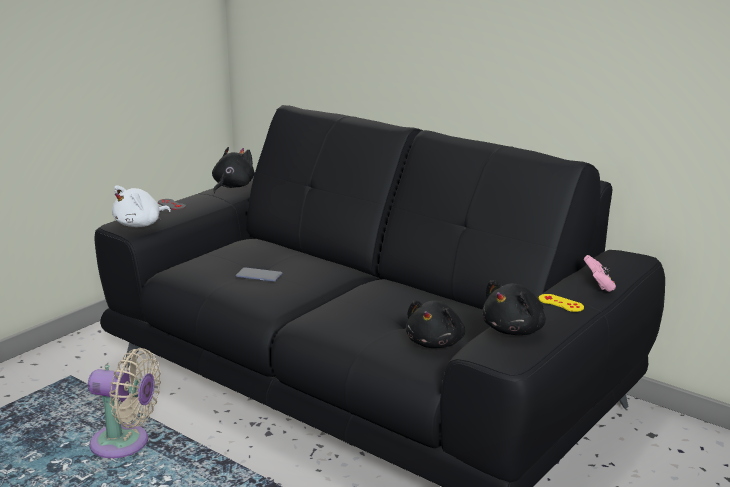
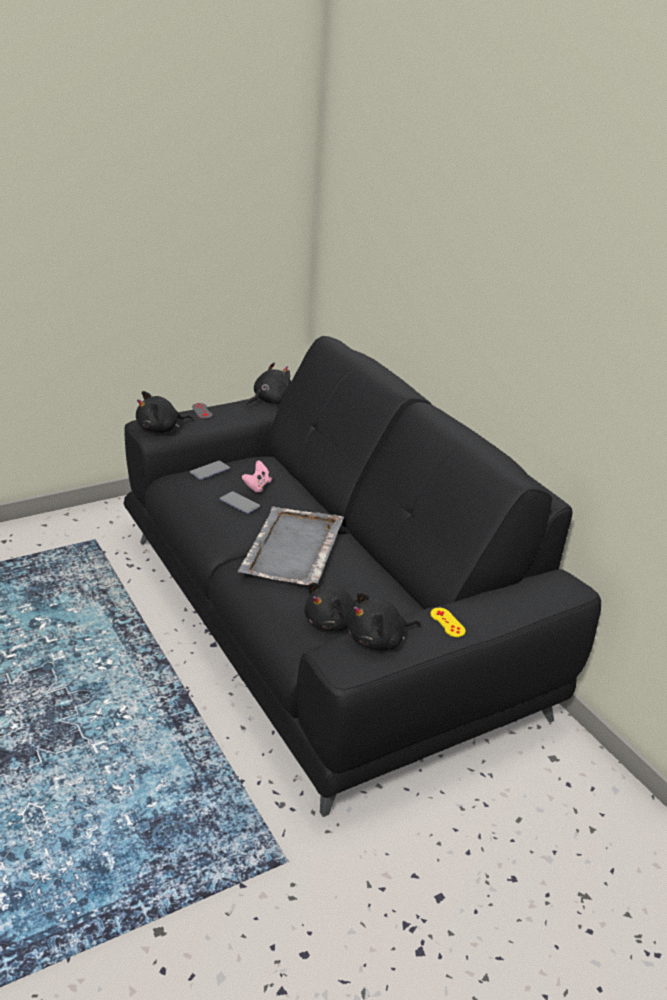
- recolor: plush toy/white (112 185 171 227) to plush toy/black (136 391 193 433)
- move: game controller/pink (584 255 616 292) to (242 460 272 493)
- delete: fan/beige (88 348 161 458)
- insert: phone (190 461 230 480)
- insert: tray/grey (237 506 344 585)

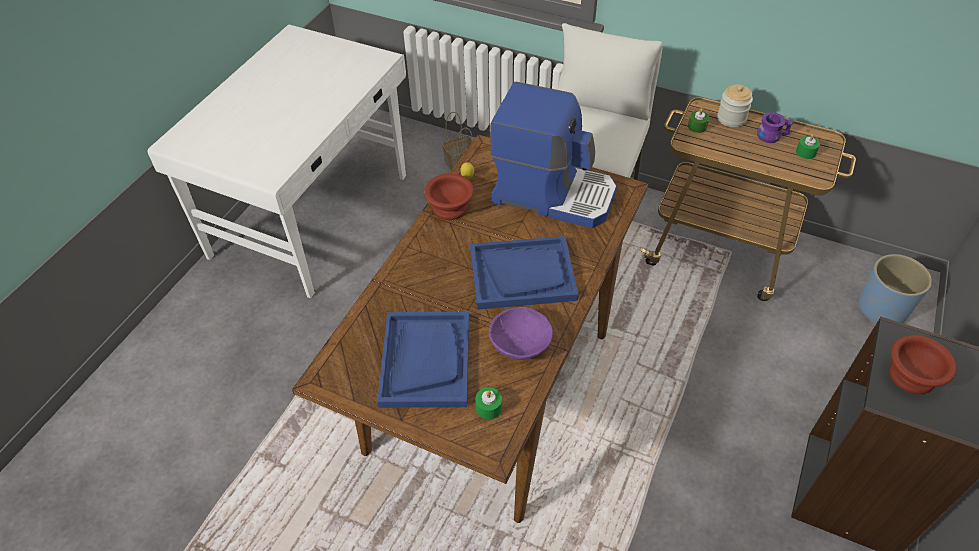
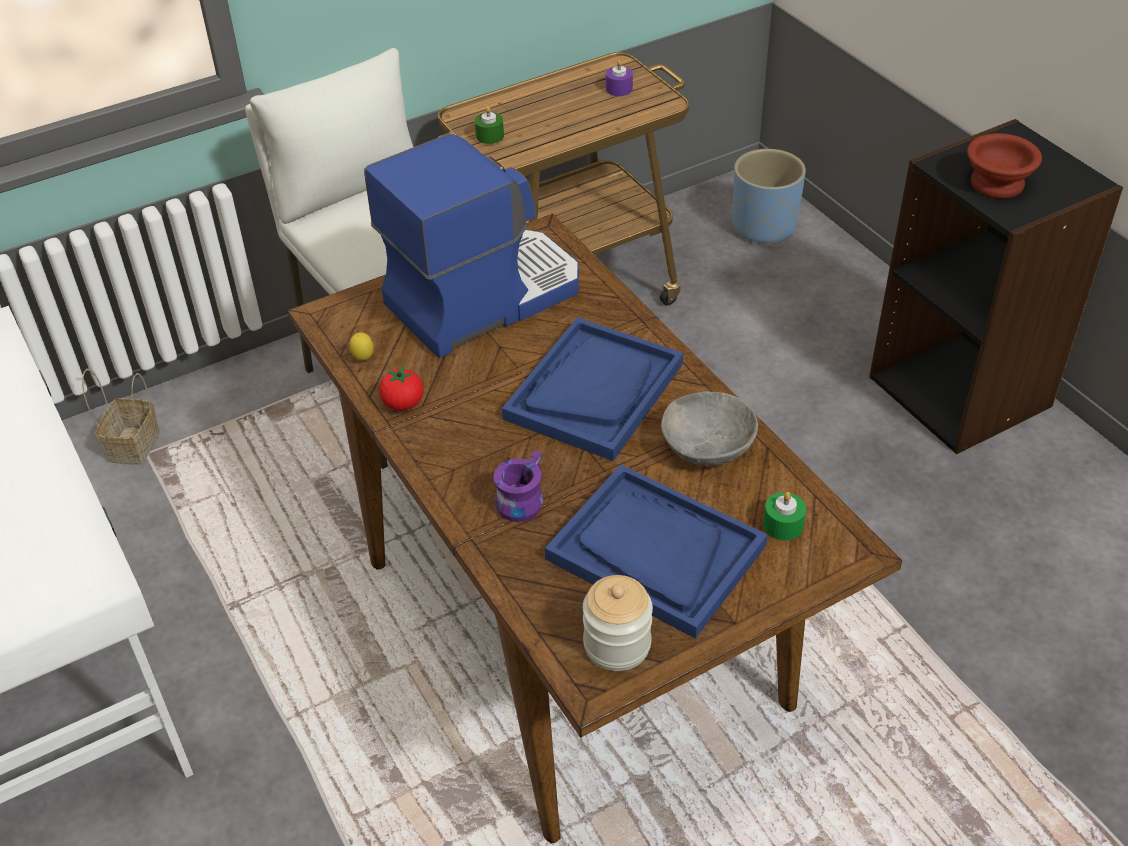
- move: jar (717 84 753 127) to (583 575 653 671)
- move: mug/purple (757 112 794 143) to (493 451 544 522)
- recolor: candle/green (796 134 820 159) to candle/purple (606 60 633 96)
- replace: bowl/brown (424 174 474 220) to tomato (379 365 424 411)
- recolor: bowl/purple (489 307 553 360) to bowl/grey (661 391 758 466)

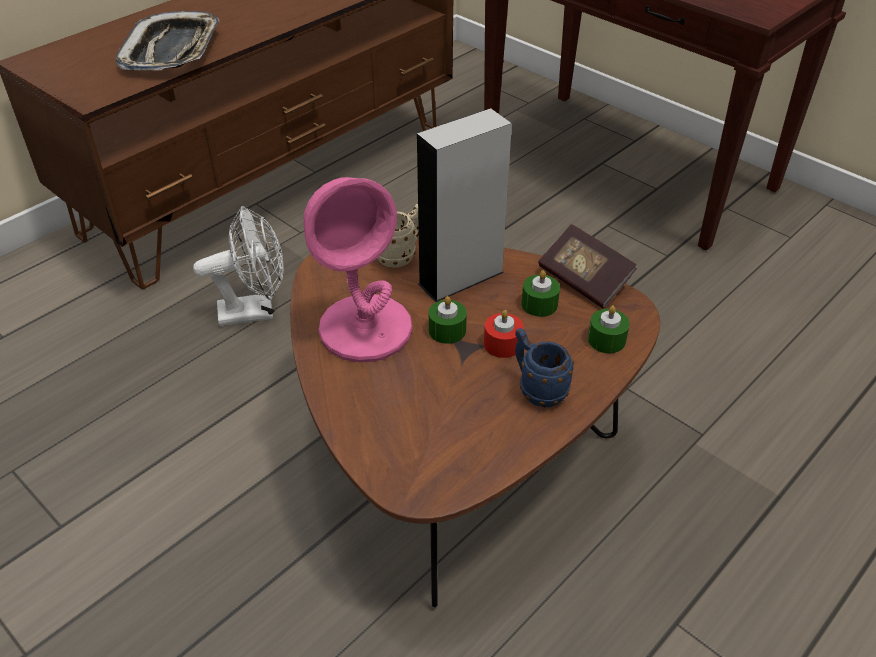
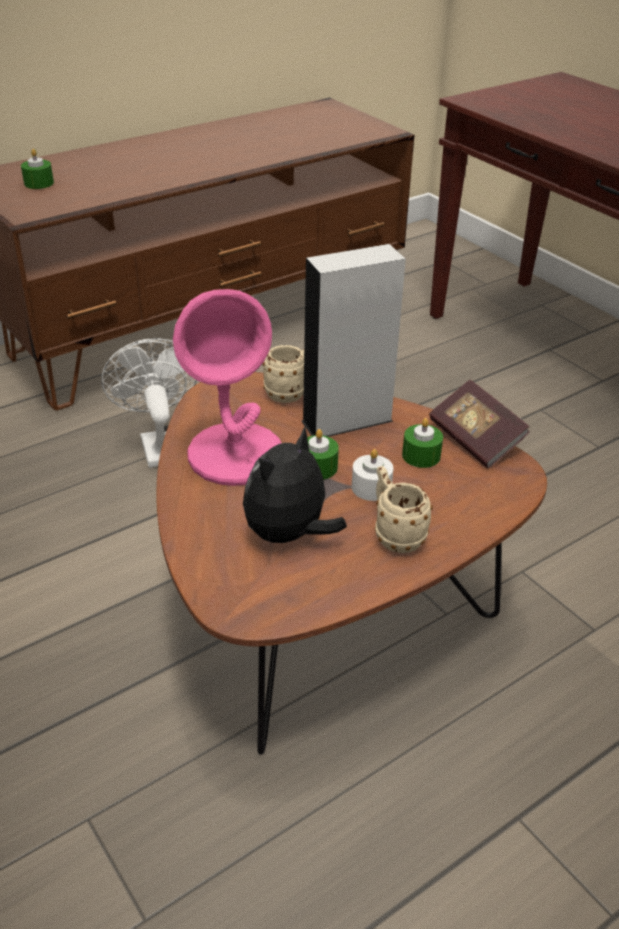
- delete: tray (116 11 220 71)
- rotate: fan/white (193 206 284 326) = (101 338 197 468) 105 degrees counterclockwise
- move: candle/green (588 306 630 353) to (21 149 54 189)
- recolor: candle/red (484 310 524 358) to candle/white (352 449 393 501)
- recolor: mug/blue (515 328 574 407) to mug/beige (375 466 433 553)
- insert: plush toy (243 426 347 549)

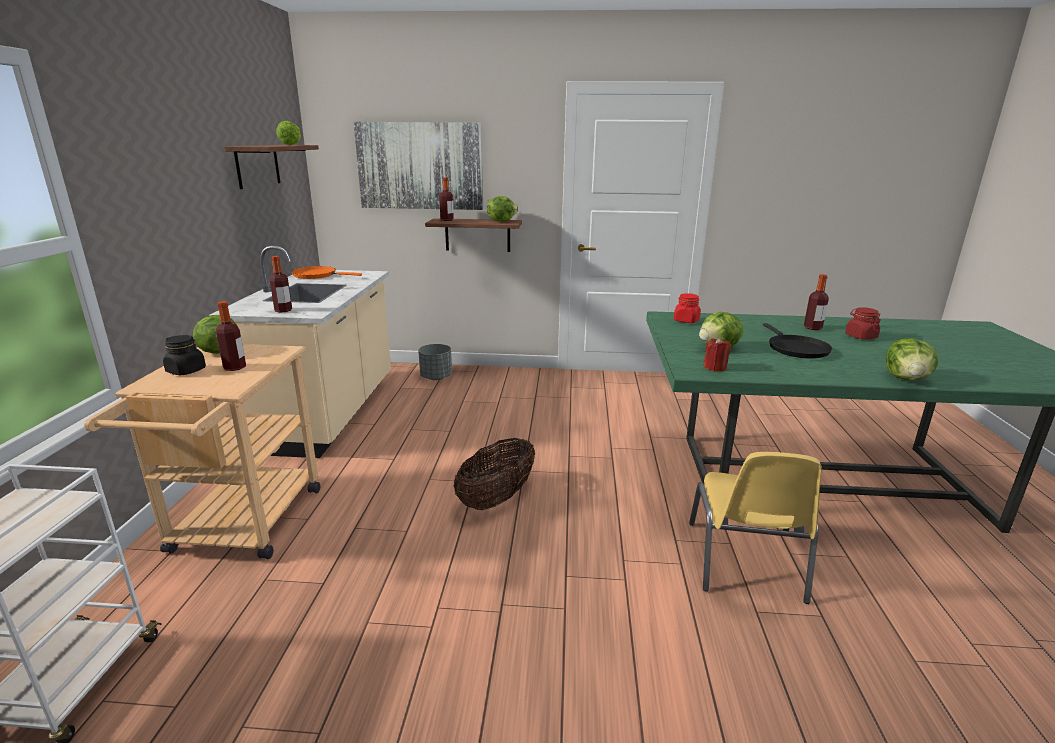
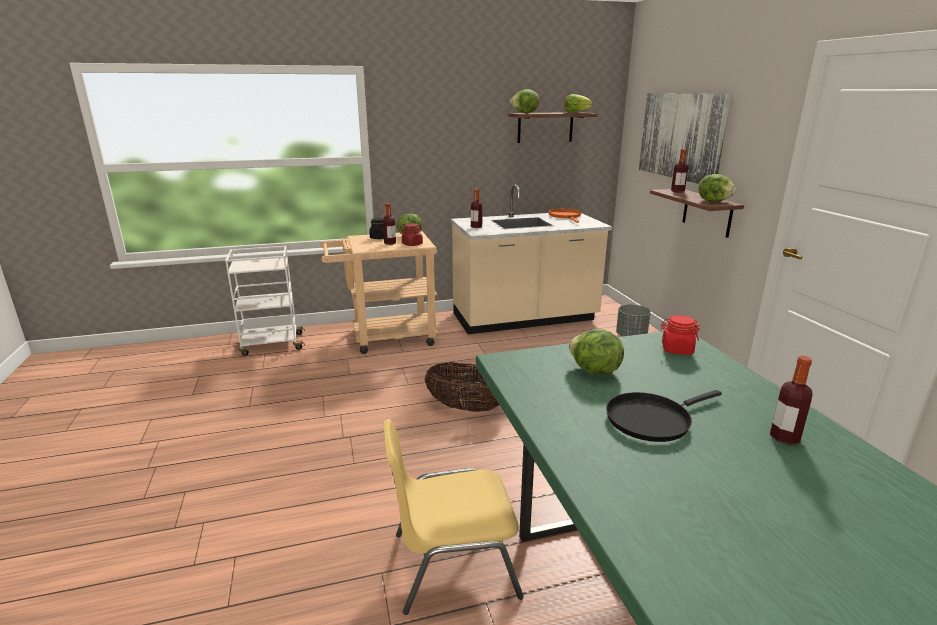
- move: jar/red (845 307 881 340) to (402 223 423 246)
- delete: candle/red (703 337 731 372)
- move: lettuce (886 338 938 380) to (510 89 539 113)

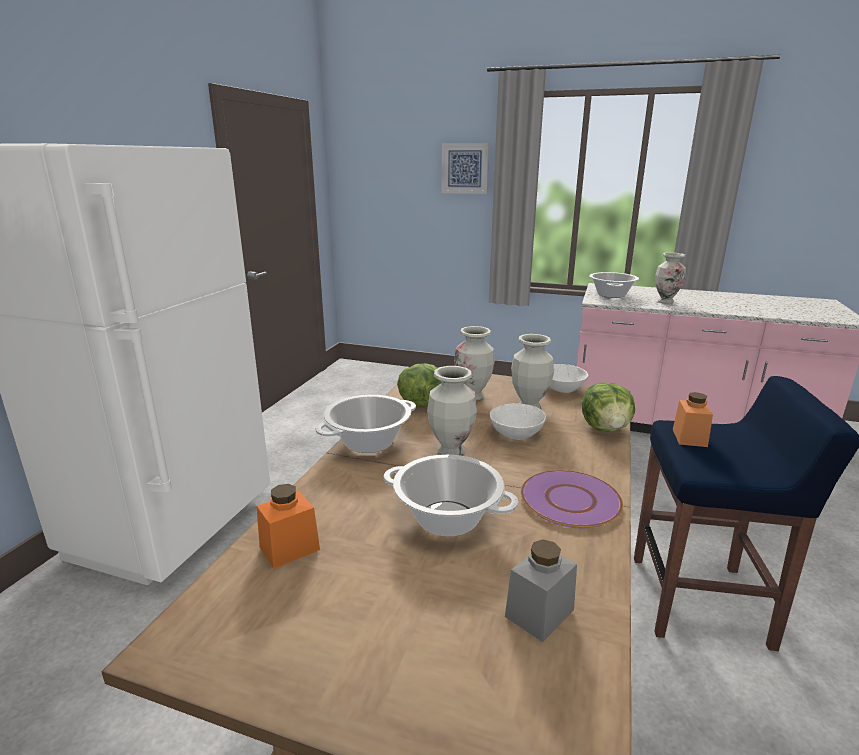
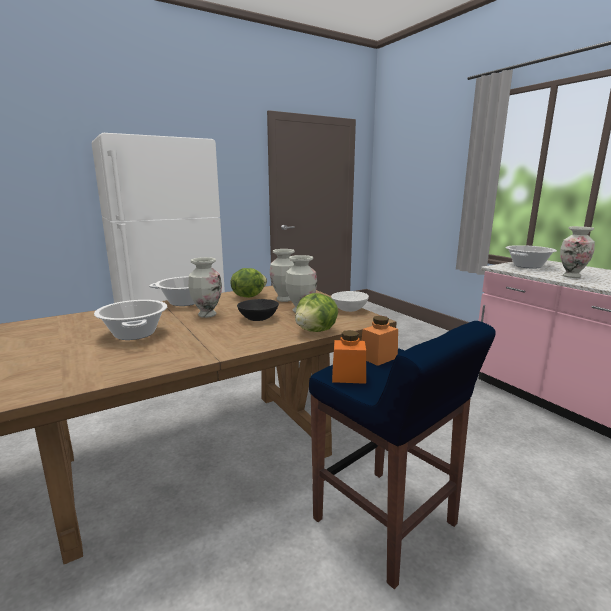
- delete: picture (442 143 489 194)
- recolor: bowl/white (490 403 546 439) to bowl/black (237 299 279 321)
- delete: plate/purple (521 470 623 528)
- move: jar/orange (257 484 320 569) to (332 330 366 384)
- delete: jar/grey (505 539 577 642)

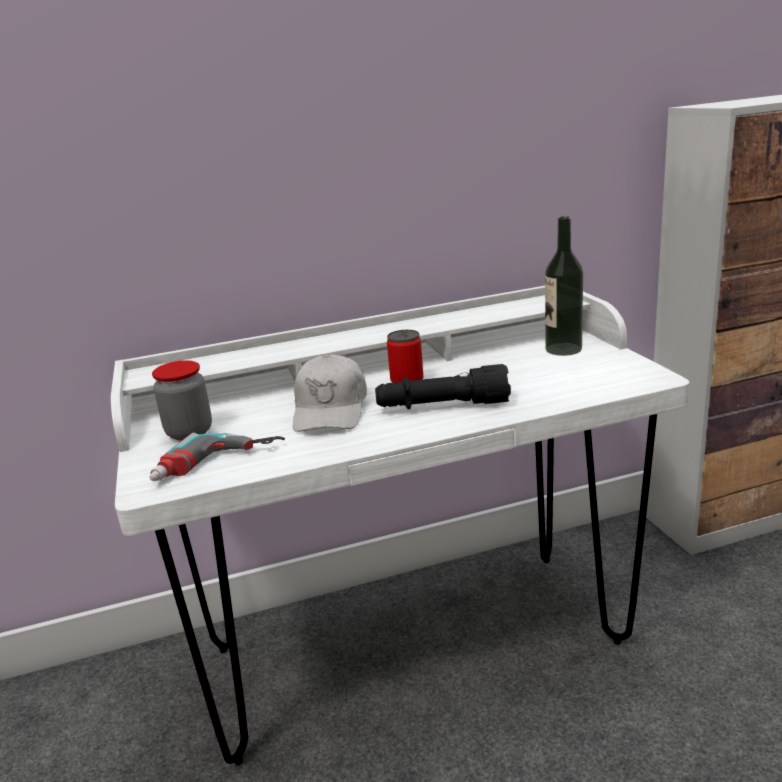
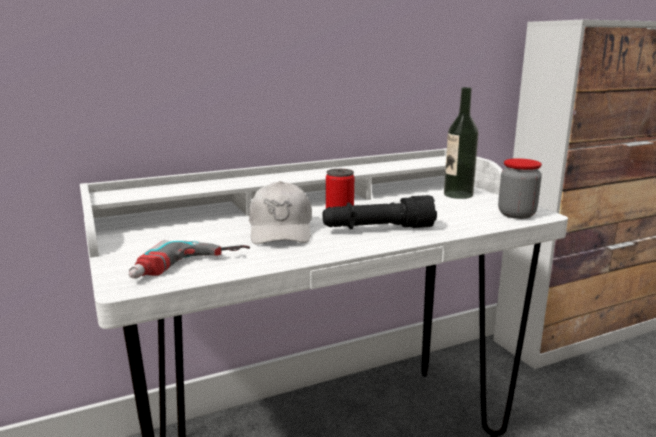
- move: jar (152 360 212 441) to (498 158 542 219)

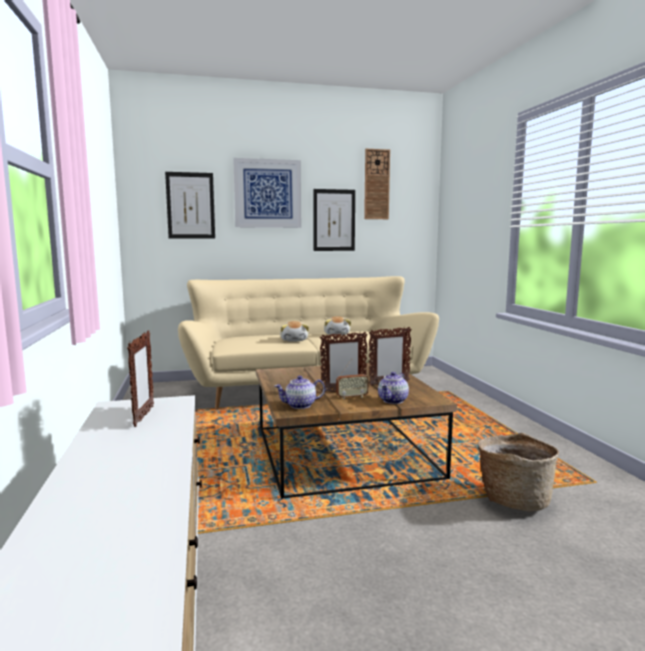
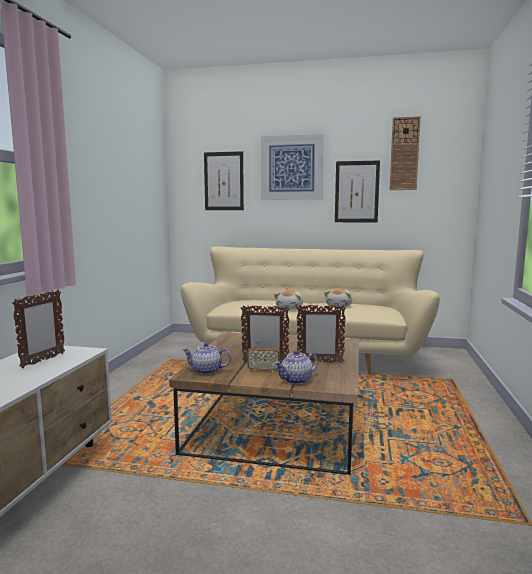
- delete: basket (478 433 559 511)

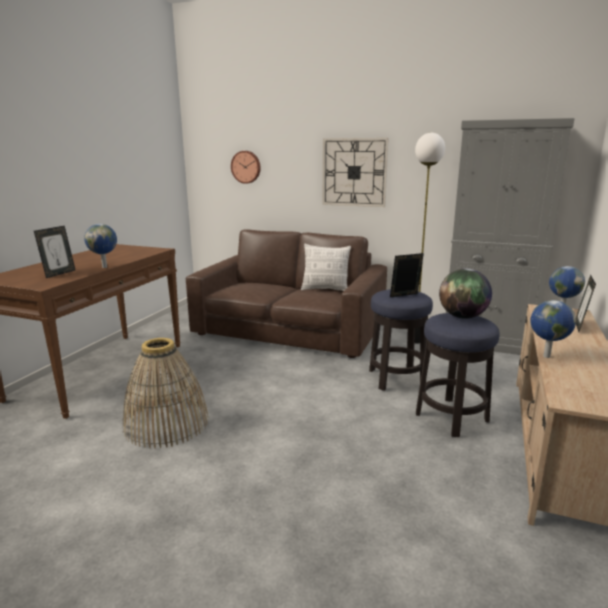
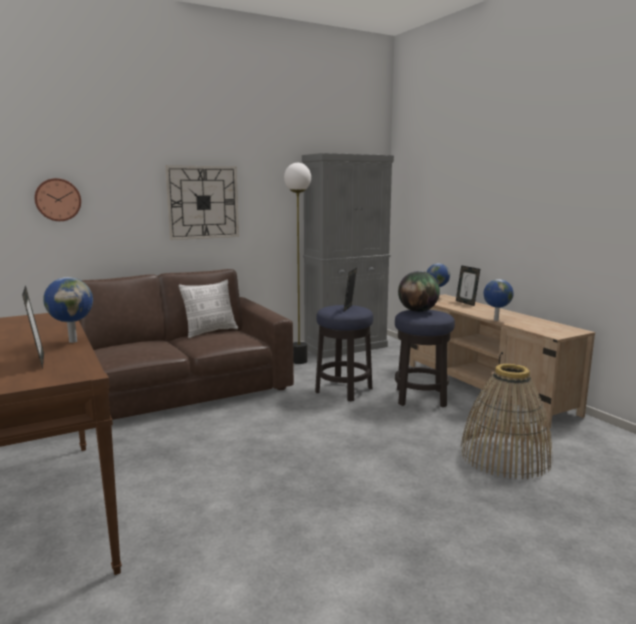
- move: basket (123 338 208 449) to (461 364 552 479)

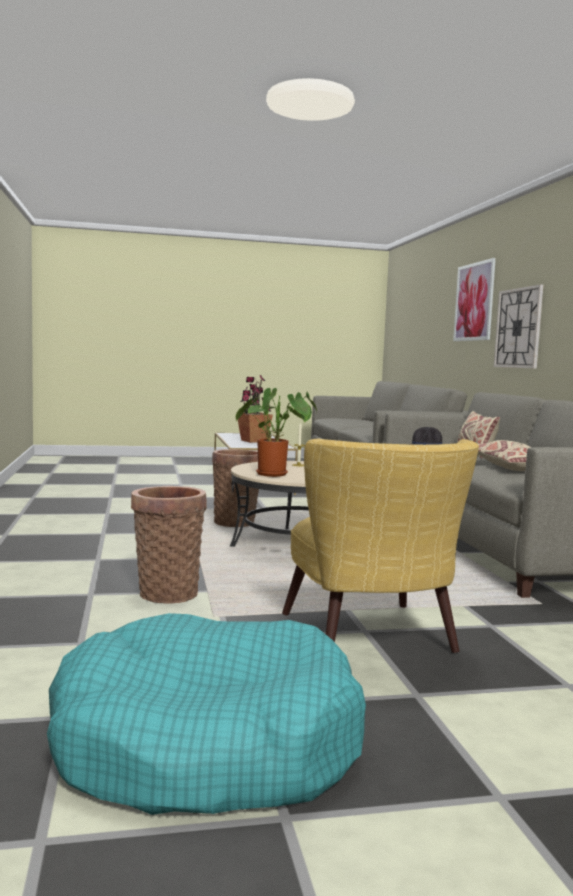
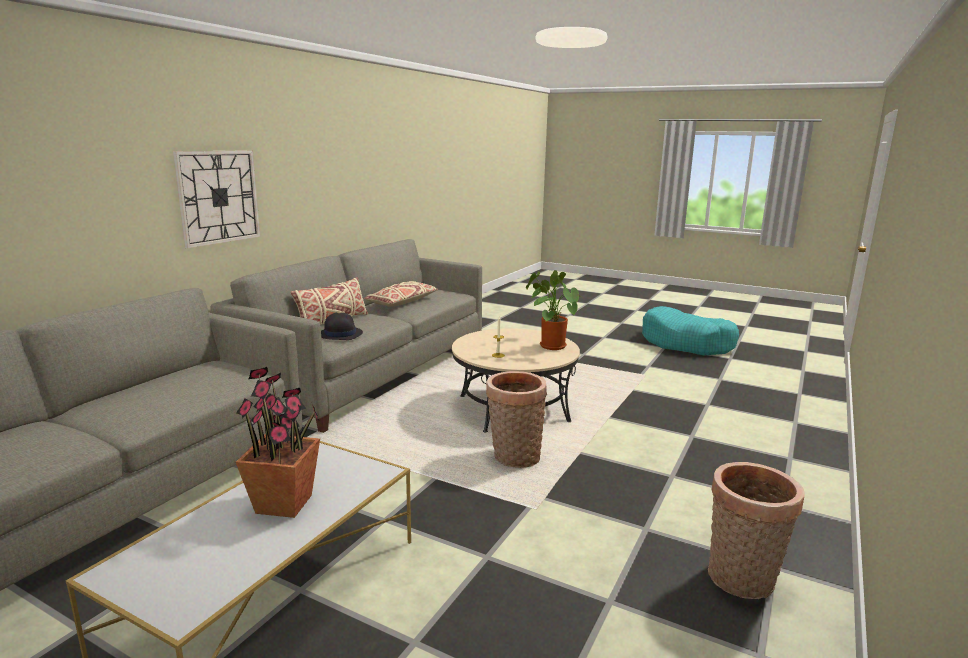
- delete: picture (453 258 496 341)
- delete: armchair/yellow (282 439 479 653)
- move: basket (131 486 207 604) to (708 462 804 599)

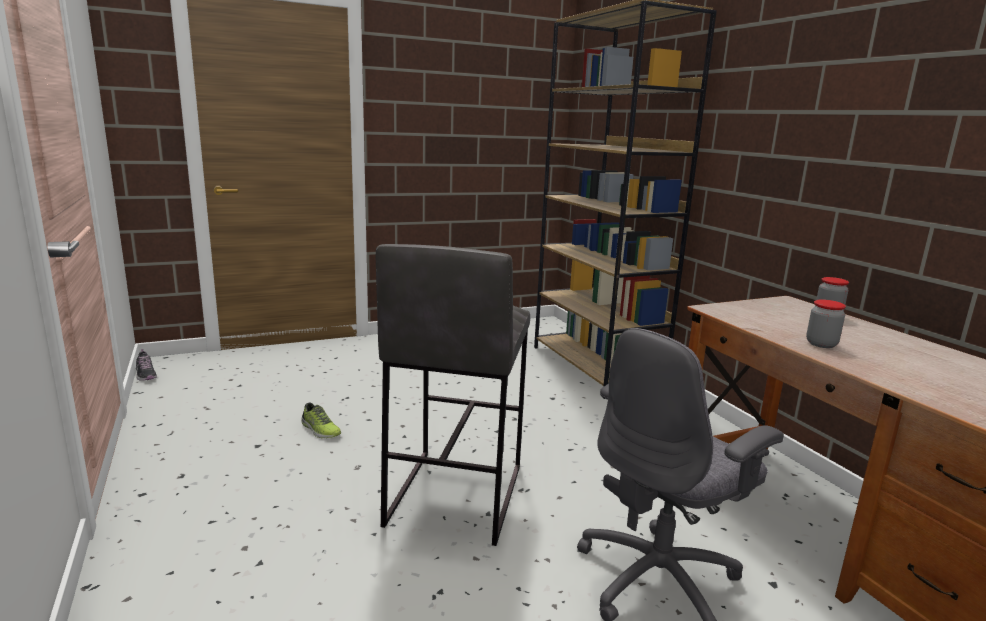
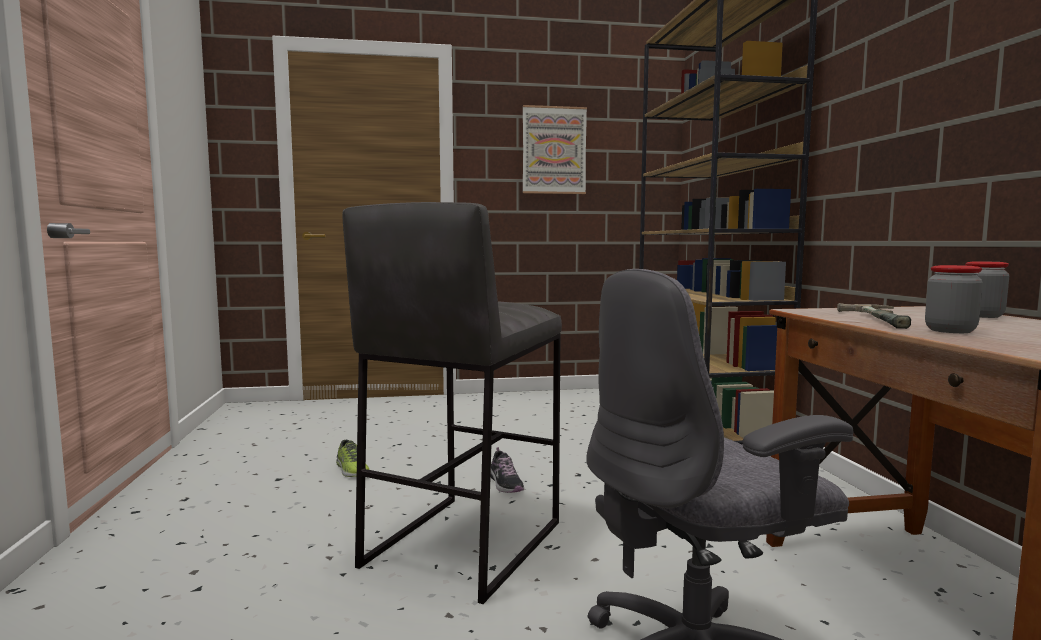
- move: shoe (136 349 157 381) to (491 447 524 493)
- insert: picture (523 105 587 194)
- insert: hammer (837 303 911 329)

